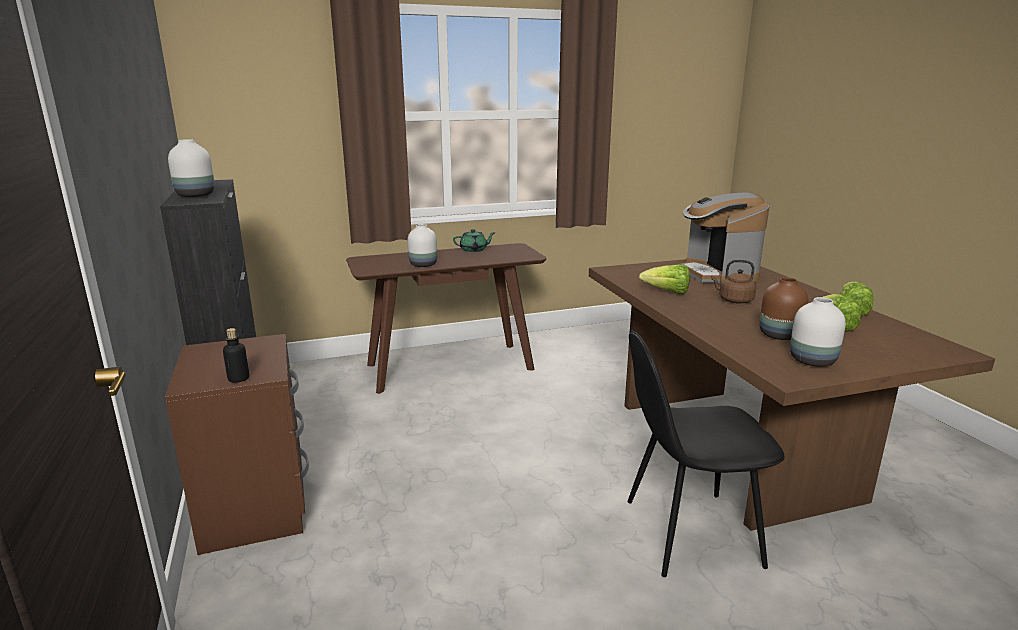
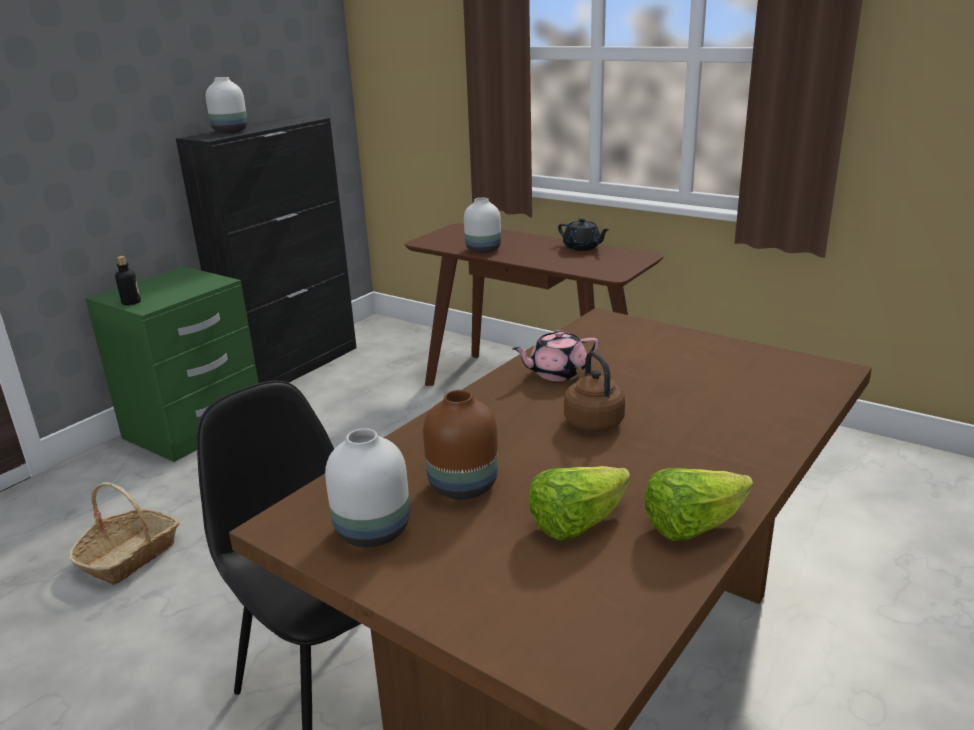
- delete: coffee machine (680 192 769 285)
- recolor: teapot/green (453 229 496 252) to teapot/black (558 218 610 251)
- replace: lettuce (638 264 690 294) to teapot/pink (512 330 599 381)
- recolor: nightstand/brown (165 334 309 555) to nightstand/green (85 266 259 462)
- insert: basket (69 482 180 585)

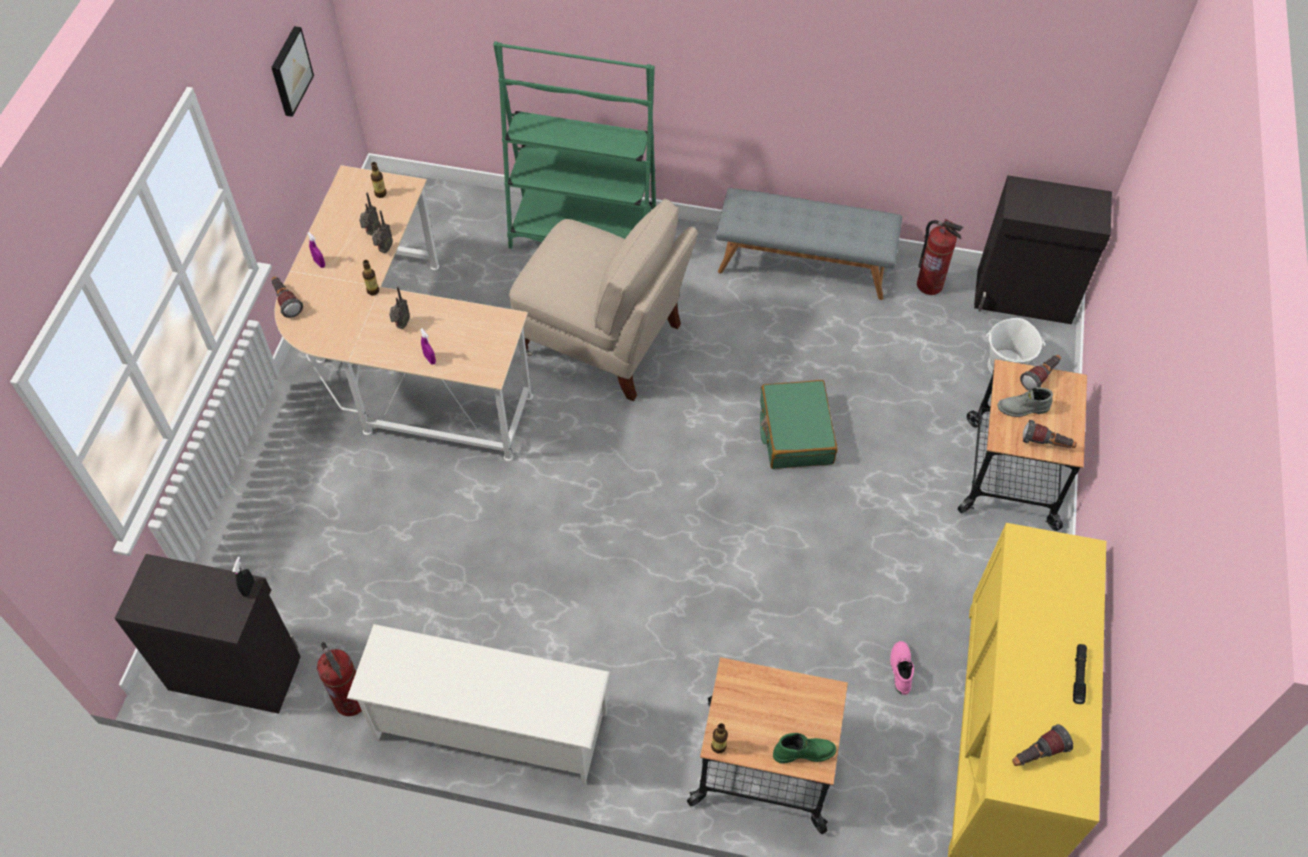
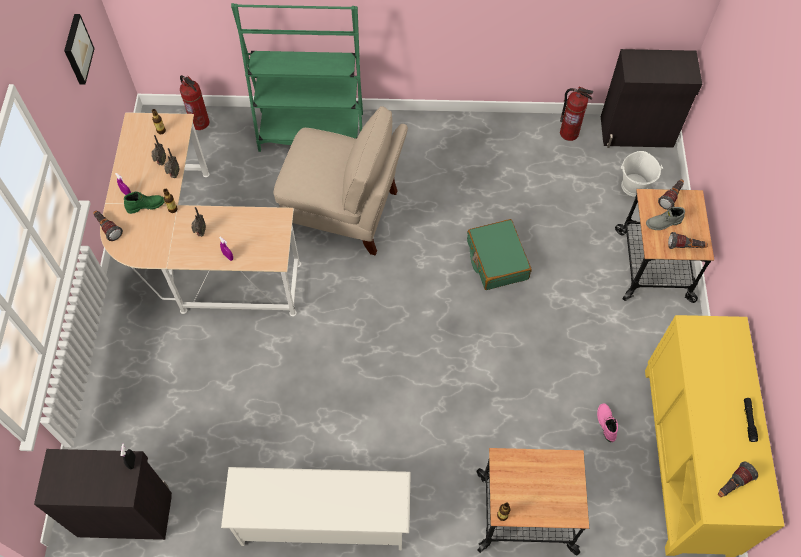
- delete: bench/grey (716 188 902 300)
- move: fire extinguisher (317 642 362 716) to (180 75 209 130)
- move: boot/green (773 733 836 763) to (124 192 165 214)

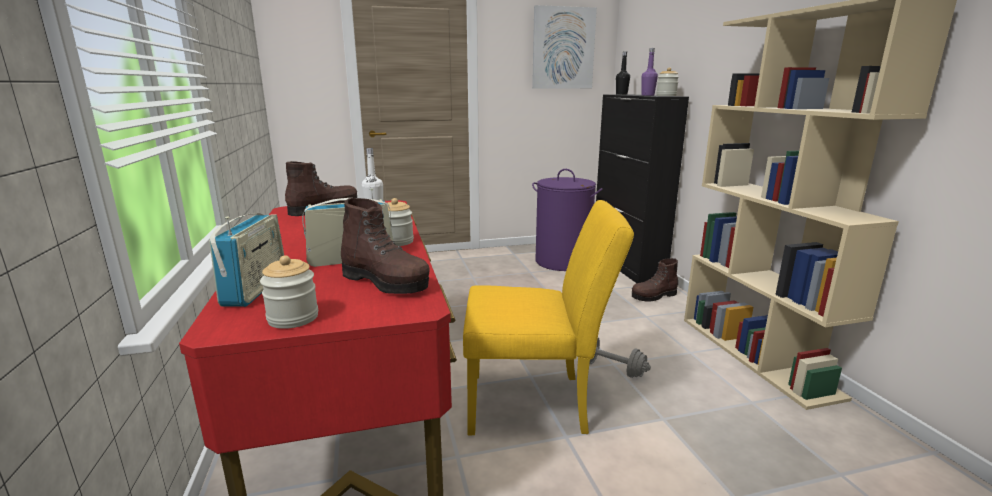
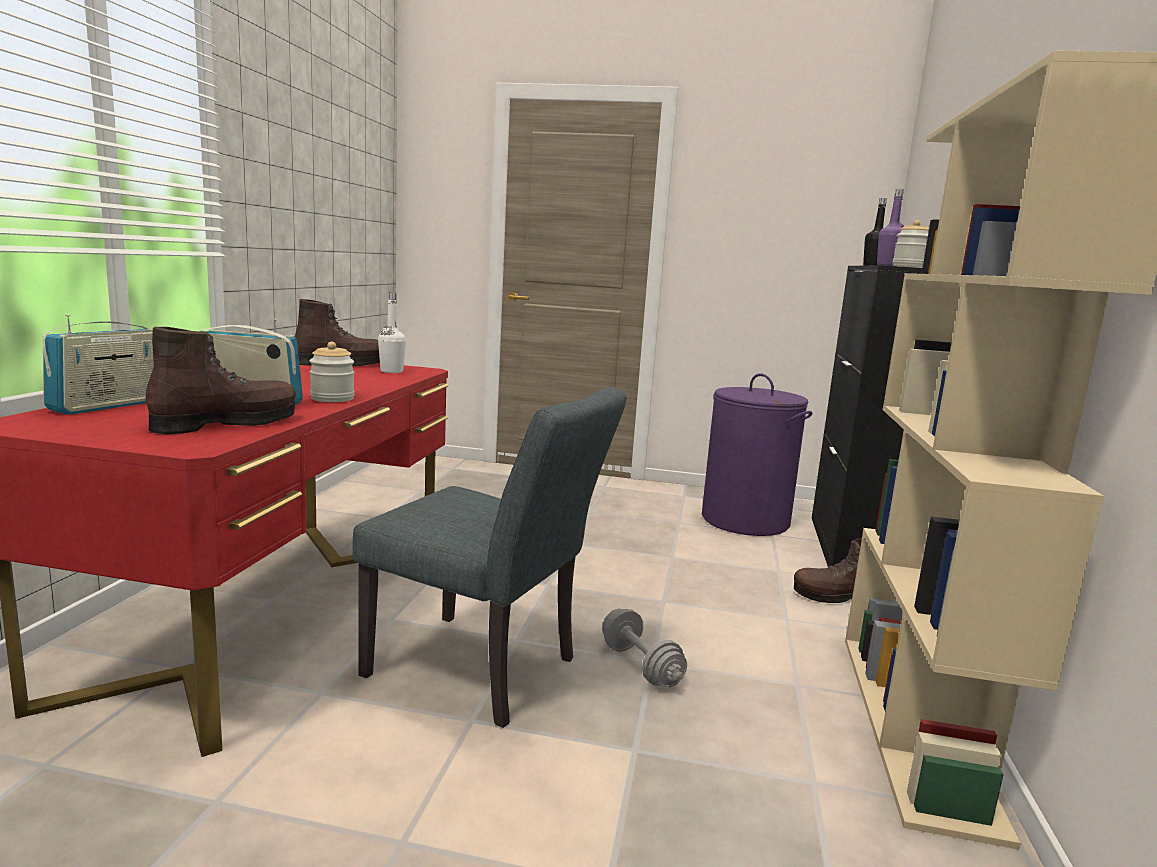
- delete: picture (532 5 597 89)
- rotate: boot/brown (341 198 430 294) = (145 327 296 434) 105 degrees counterclockwise
- recolor: chair/yellow (463 200 634 435) to chair/grey (353 387 627 728)
- delete: jar (260 255 318 329)

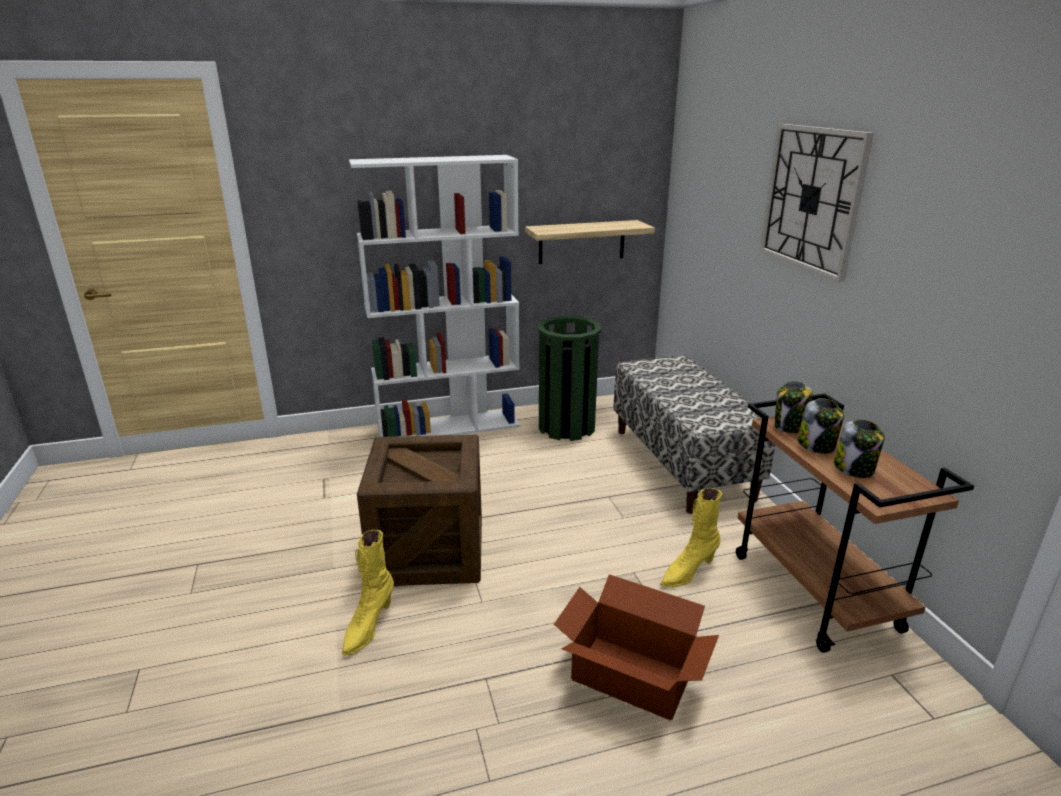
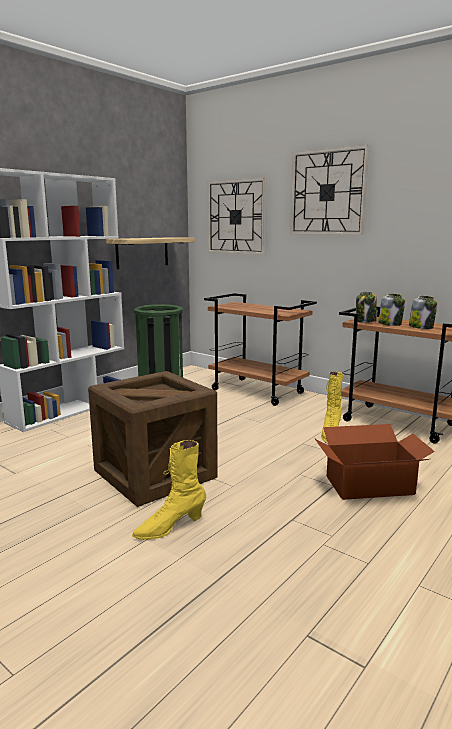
- replace: bench (613 355 775 514) to cart/brown (204 293 317 406)
- rotate: boot/yellow (342 530 394 655) = (132 440 206 540) 75 degrees clockwise
- insert: wall clock (207 178 266 255)

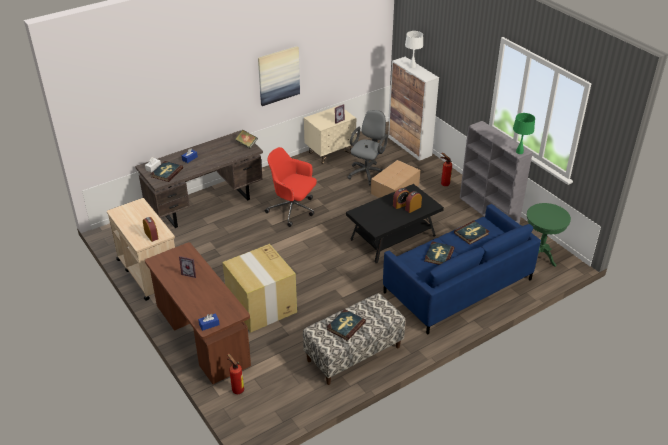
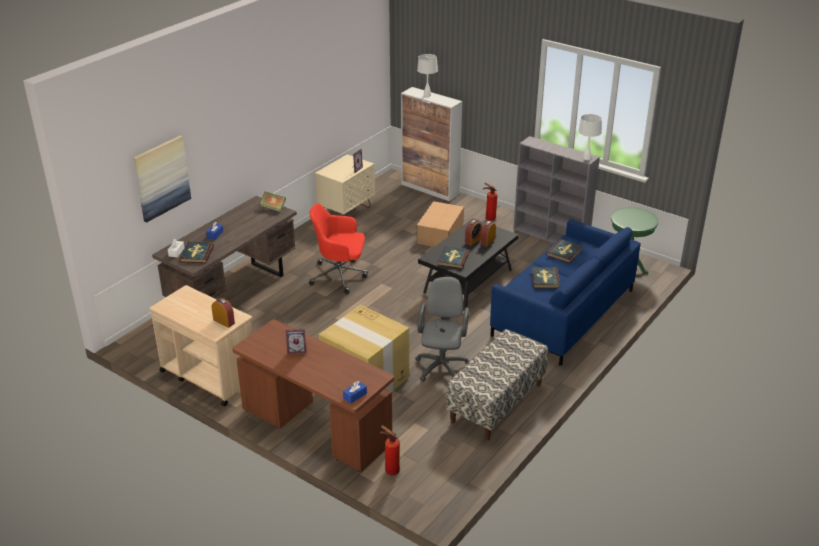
- move: picture (258 46 300 106) to (133 136 191 222)
- move: office chair/grey (348 110 388 185) to (415 277 470 381)
- recolor: table lamp/green (513 113 535 154) to table lamp/white (579 114 602 160)
- move: book (327 309 366 341) to (438 246 470 269)

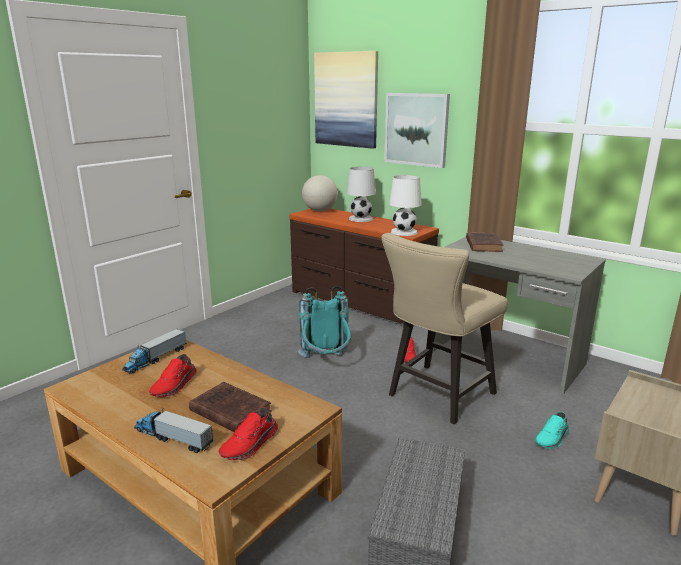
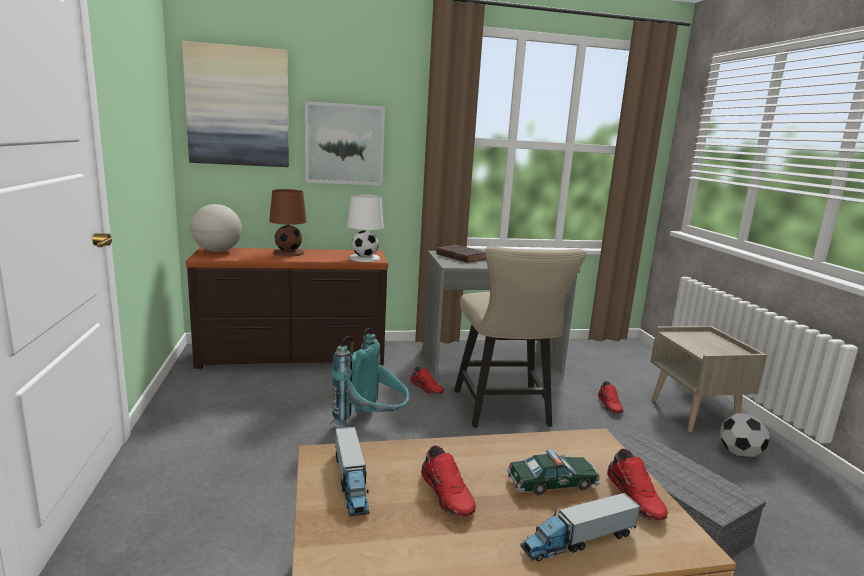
- recolor: table lamp/white (347 167 376 222) to table lamp/brown (269 189 307 256)
- replace: book/brown (189 382 272 432) to toy car (507 449 600 495)
- recolor: shoe/turquoise (535 412 569 449) to shoe/red (598 381 623 413)
- insert: football (720 413 769 457)

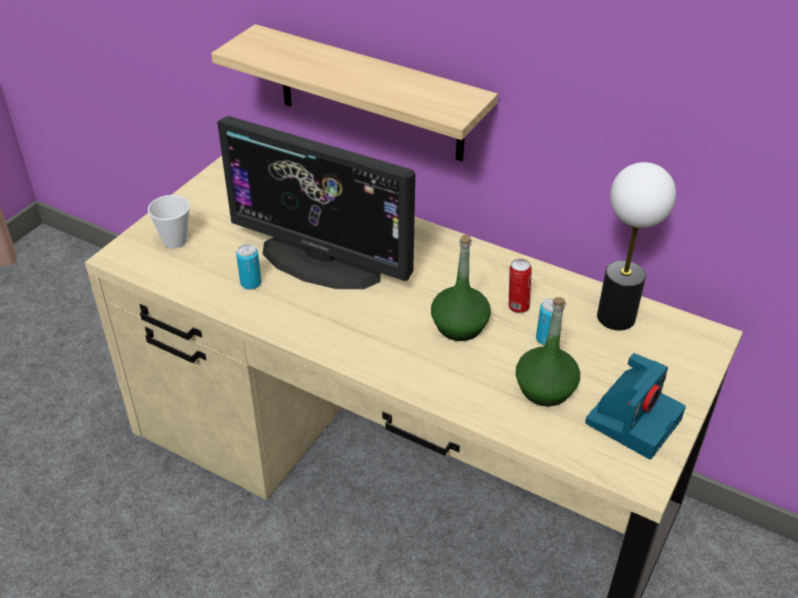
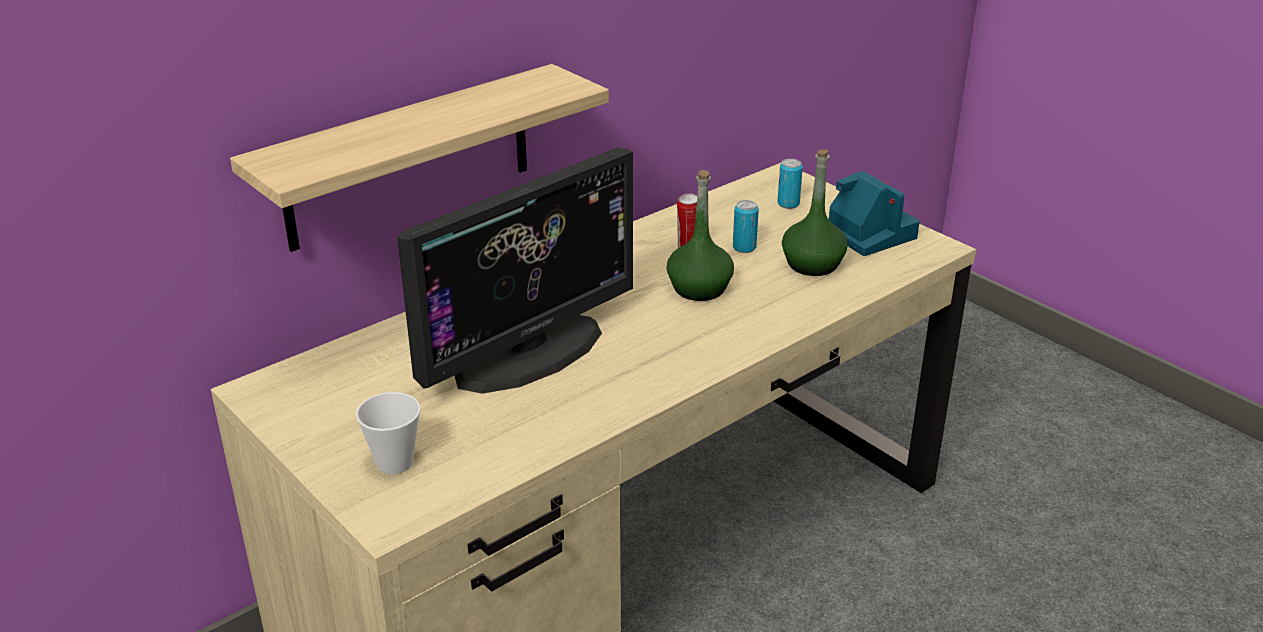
- delete: table lamp (597 162 676 330)
- move: can (236 244 261 290) to (777 159 803 209)

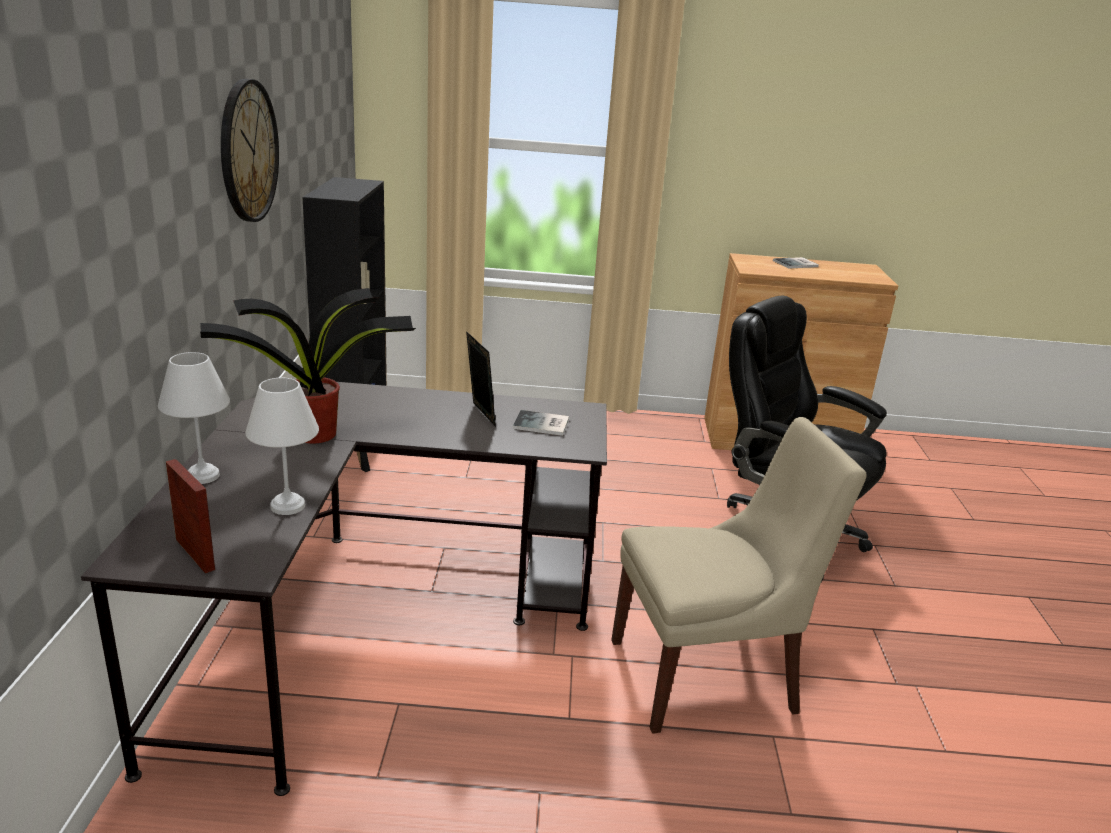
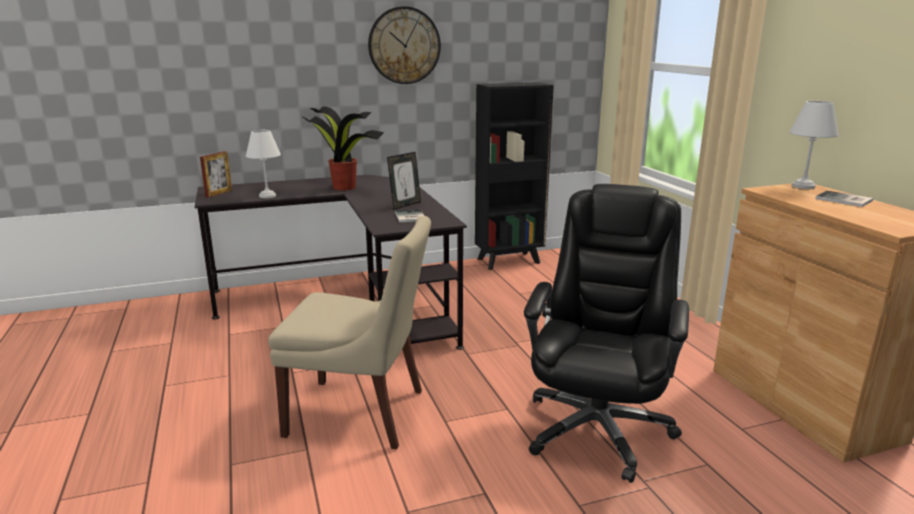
- move: table lamp/white (158 352 230 484) to (789 101 839 189)
- rotate: chair/beige (611 417 867 734) = (268 216 431 449) 45 degrees counterclockwise

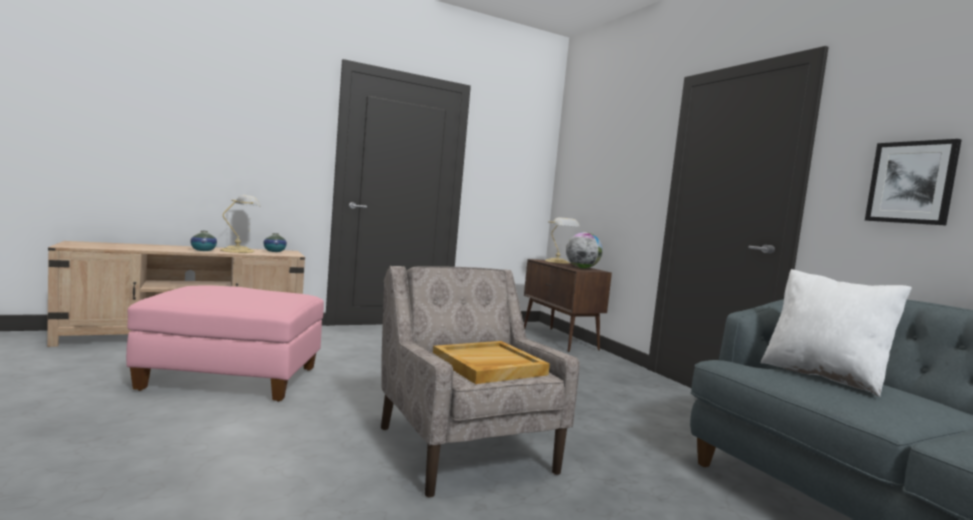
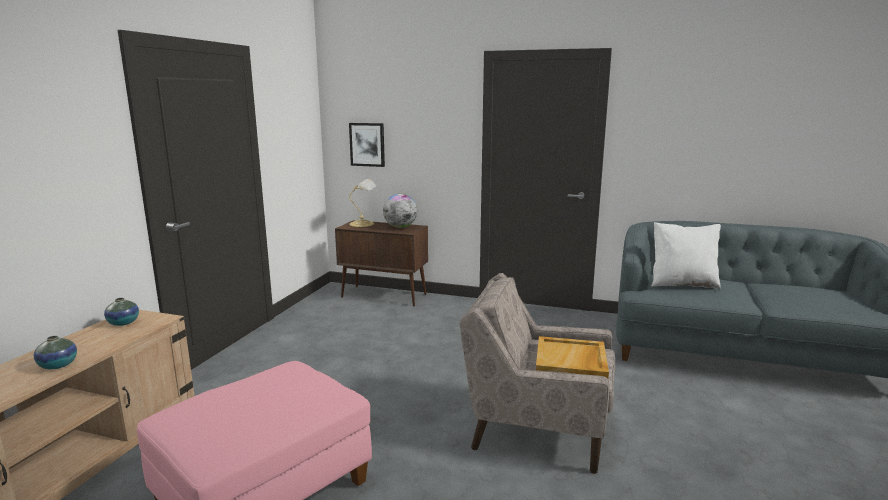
- move: picture (865 139 962 226) to (349 123 385 167)
- delete: table lamp (220 195 261 253)

